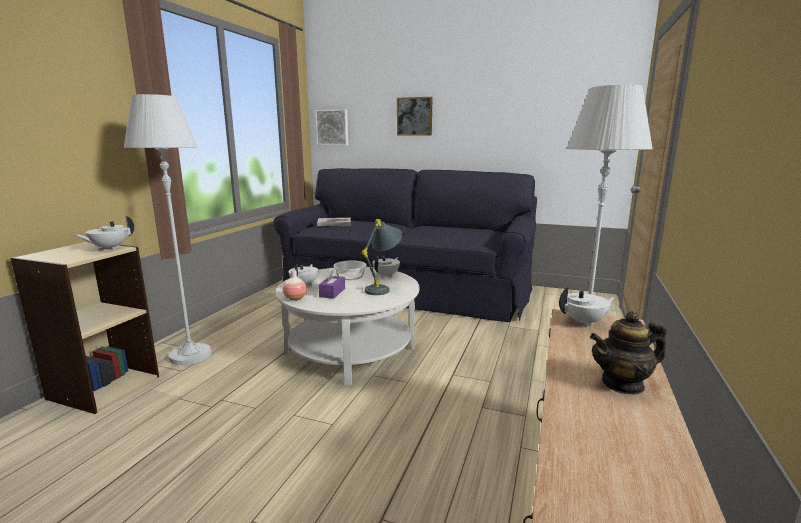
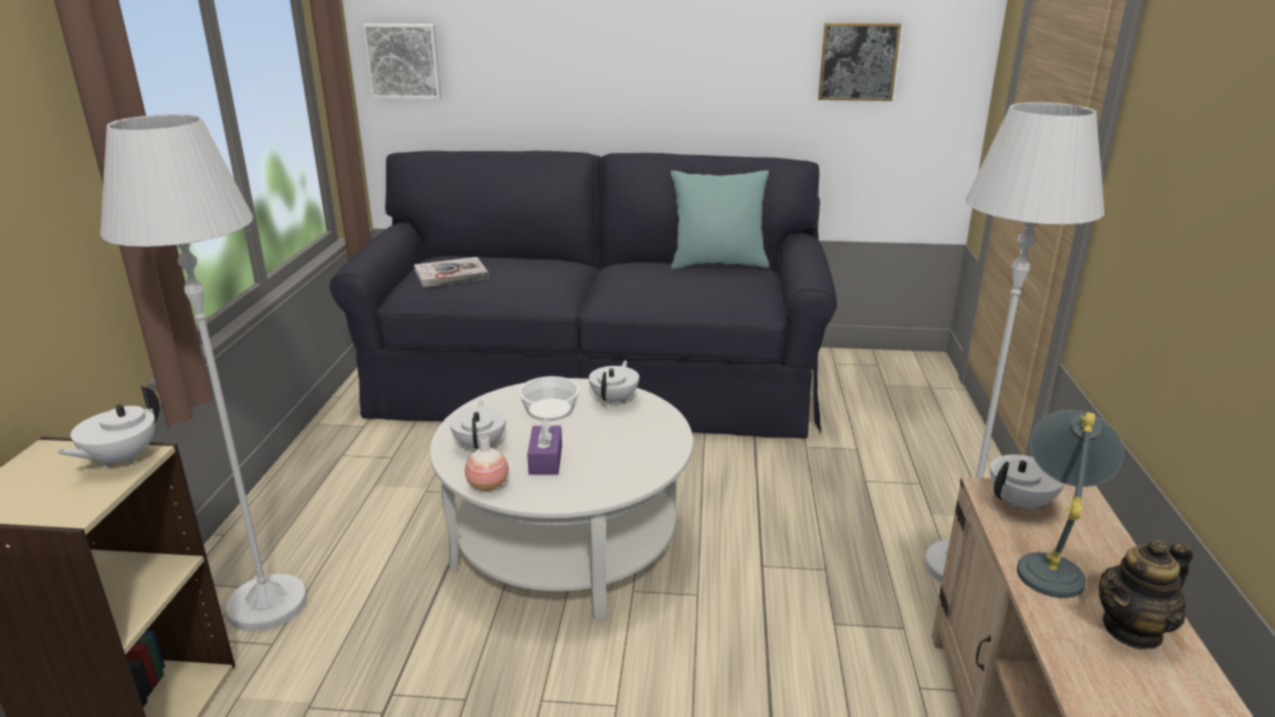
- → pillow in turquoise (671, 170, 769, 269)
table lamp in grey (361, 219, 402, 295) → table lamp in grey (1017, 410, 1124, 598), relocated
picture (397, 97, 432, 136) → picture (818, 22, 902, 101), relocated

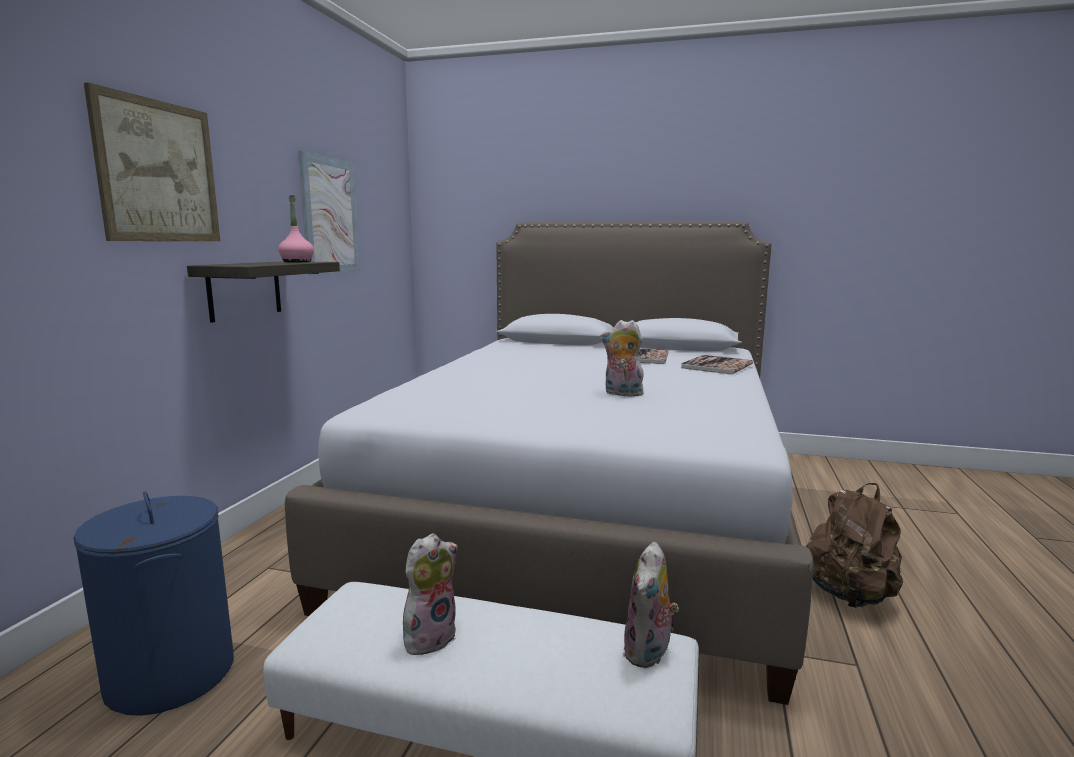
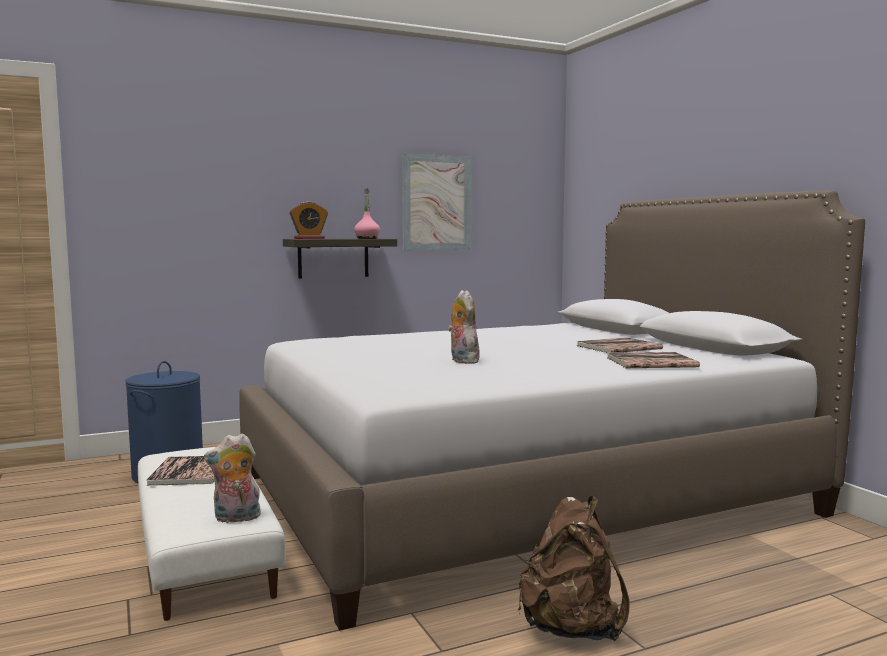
picture (84, 82, 220, 241) → -
- → alarm clock (289, 202, 328, 239)
plush toy (403, 533, 458, 655) → book (146, 456, 215, 486)

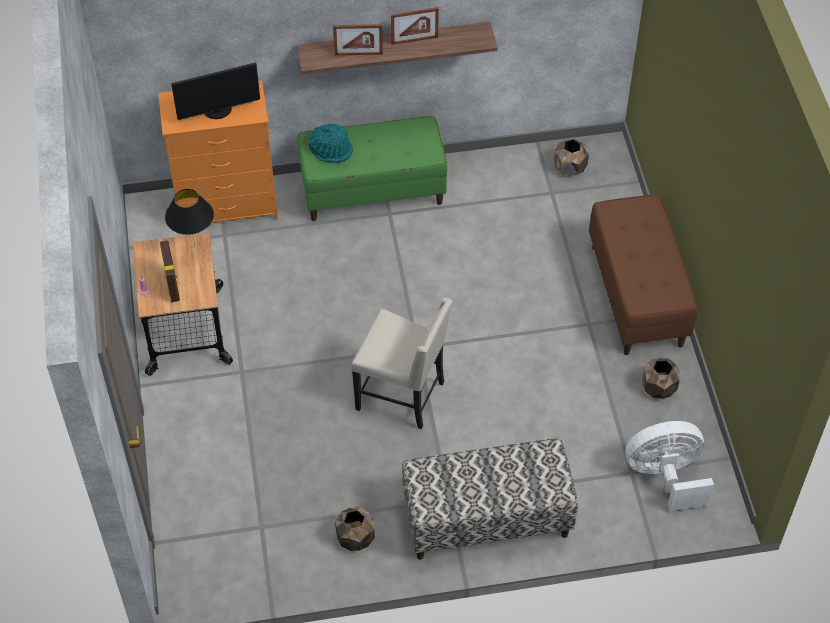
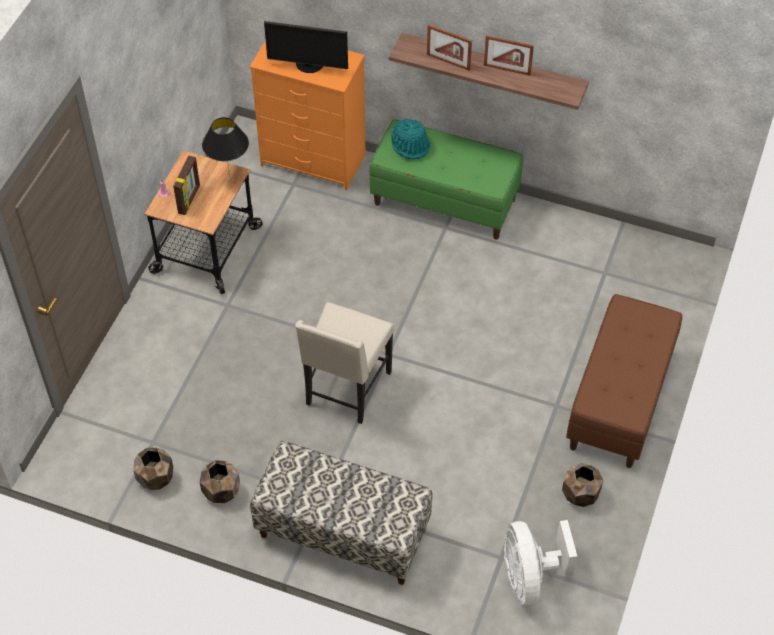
planter in brown (554, 139, 589, 176) → planter in brown (133, 448, 173, 490), relocated
chair in beige (351, 298, 452, 430) → chair in beige (295, 302, 394, 424), 60 degrees clockwise
fan in white (626, 421, 714, 511) → fan in white (504, 520, 577, 605), 120 degrees counterclockwise

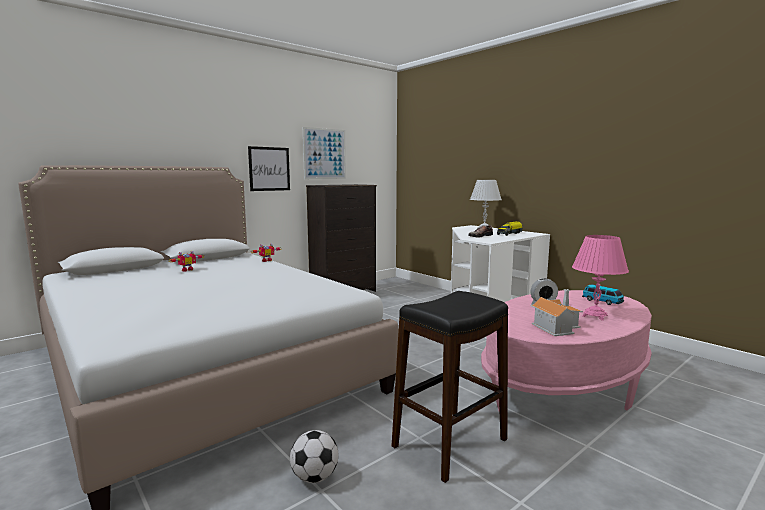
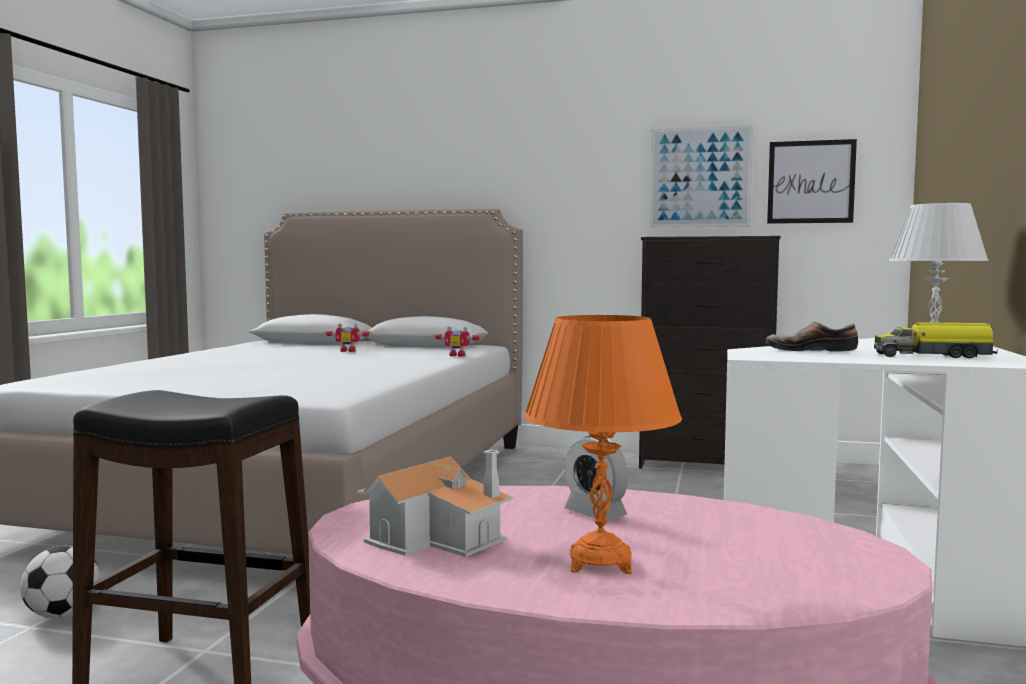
toy car (582, 284, 624, 305) → -
picture (248, 146, 290, 191) → picture (767, 139, 857, 224), relocated
table lamp in pink (572, 235, 629, 320) → table lamp in orange (524, 315, 682, 574)

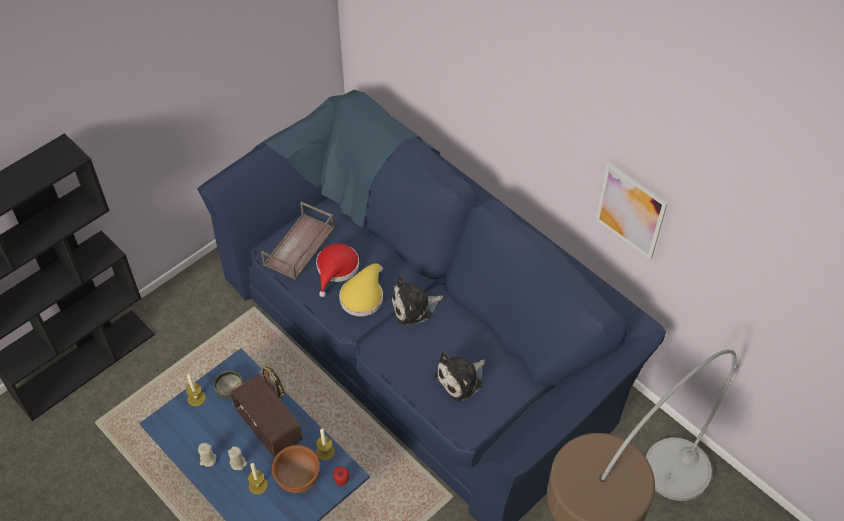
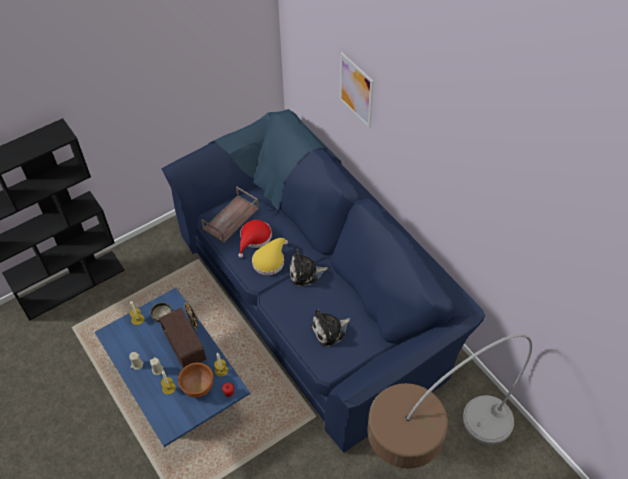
picture (596, 162, 668, 260) → picture (340, 52, 373, 128), relocated

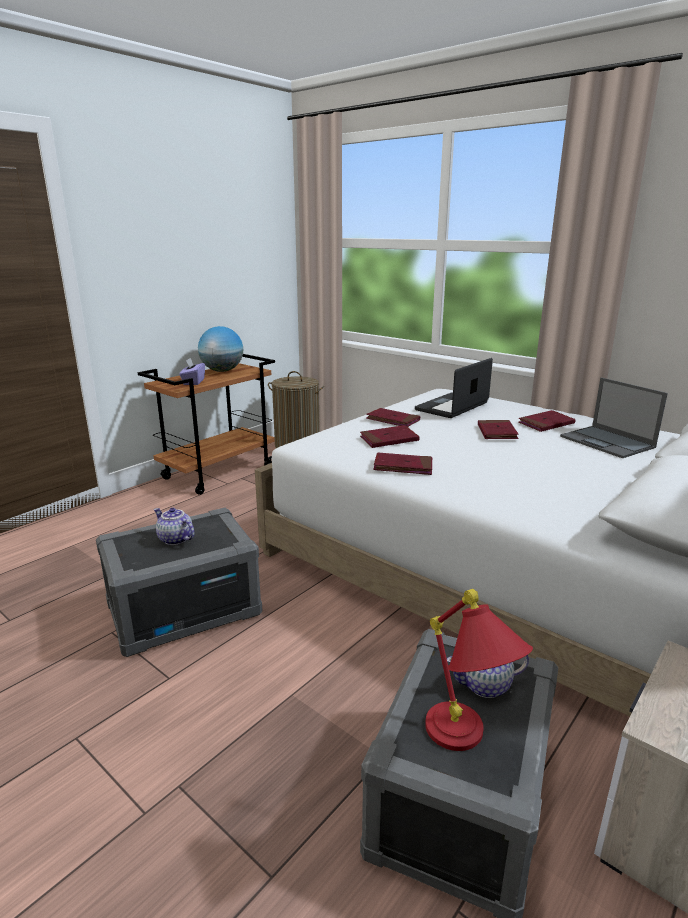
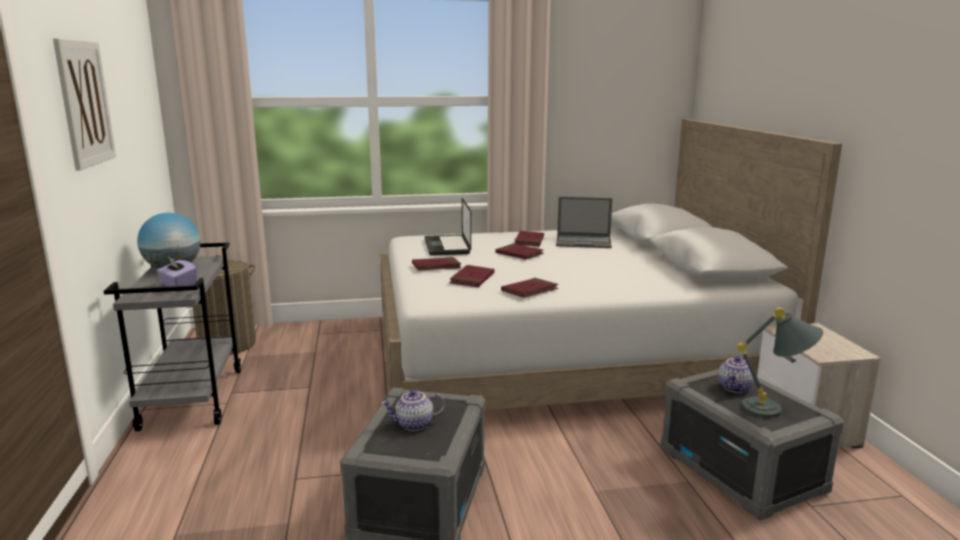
- → picture (53, 38, 116, 170)
cart in brown (138, 354, 275, 495) → cart in grey (104, 242, 241, 431)
table lamp in red (425, 589, 533, 751) → table lamp in grey (737, 307, 823, 418)

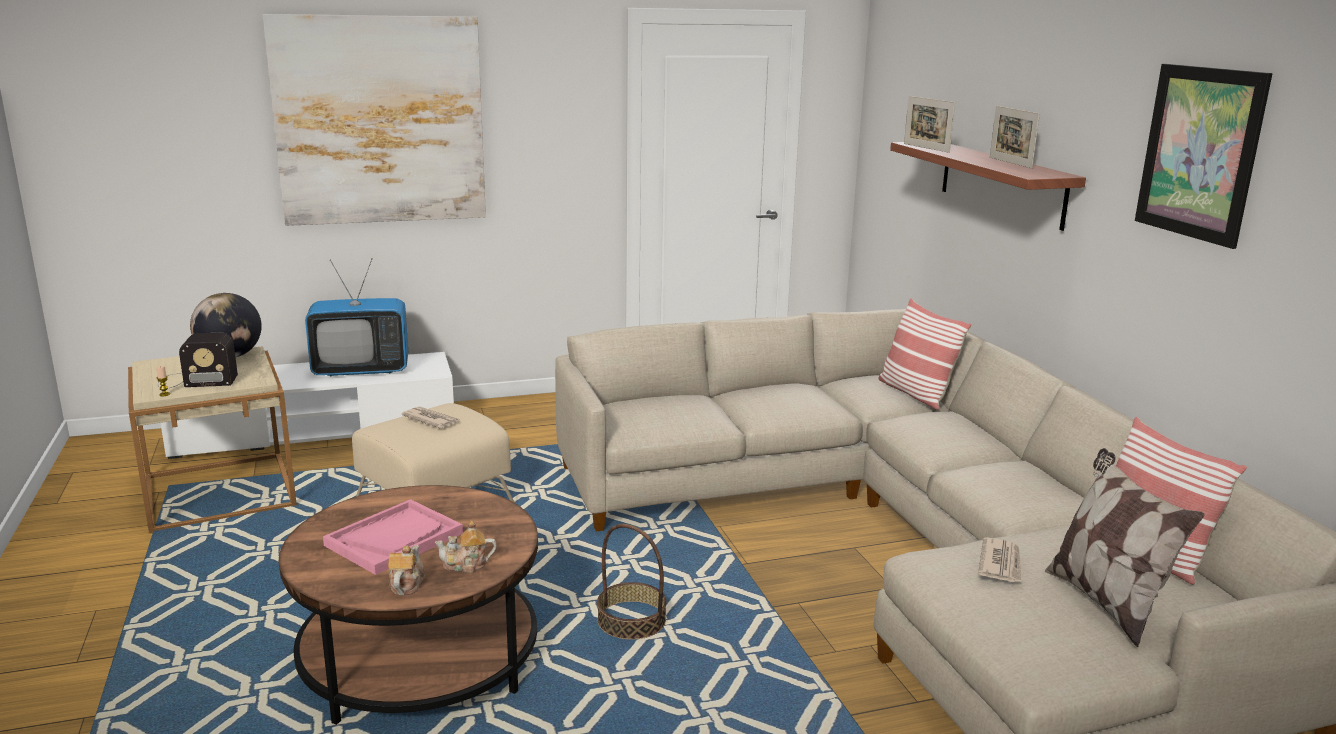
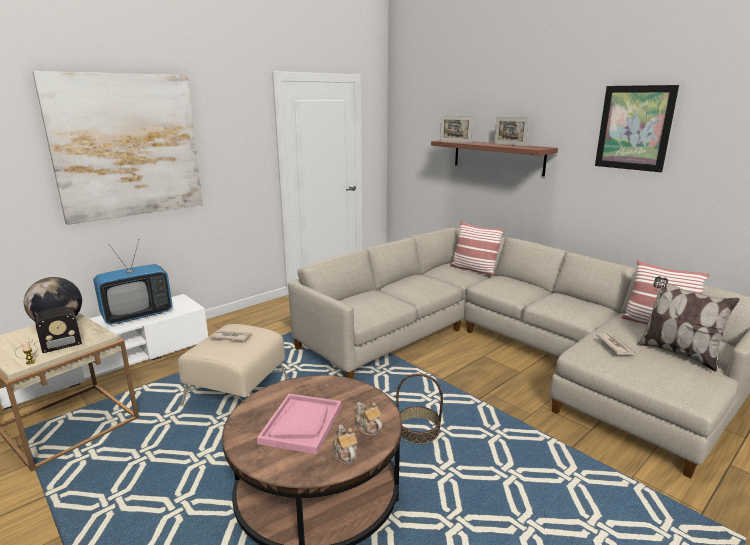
teapot (435, 520, 497, 573) → teapot (355, 402, 382, 436), 90 degrees clockwise

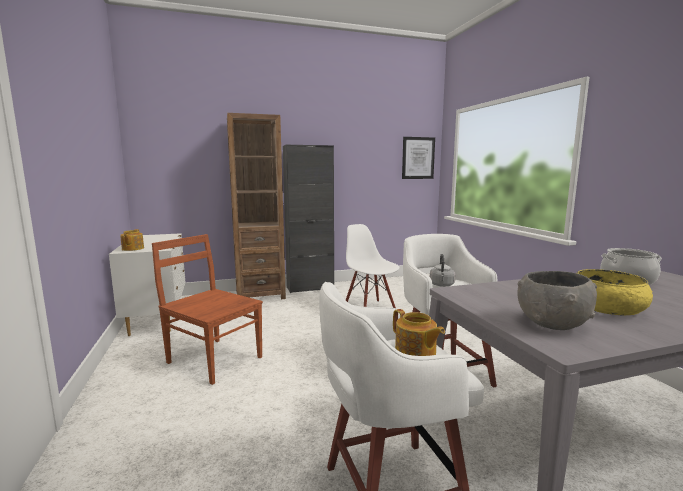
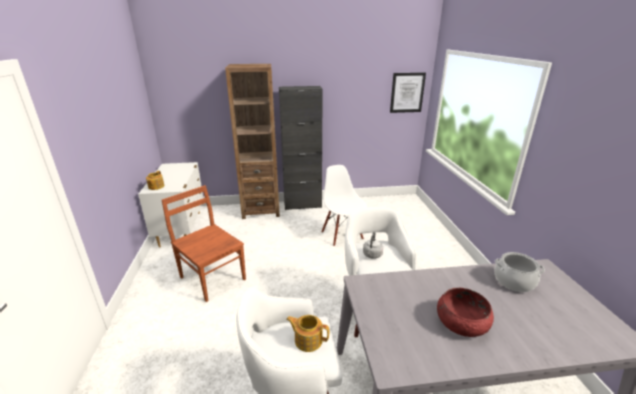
bowl in grey (517, 271, 597, 330) → -
bowl in yellow (577, 269, 653, 315) → bowl in red (437, 288, 494, 337)
teapot (393, 309, 445, 356) → teapot (286, 315, 329, 352), 135 degrees clockwise

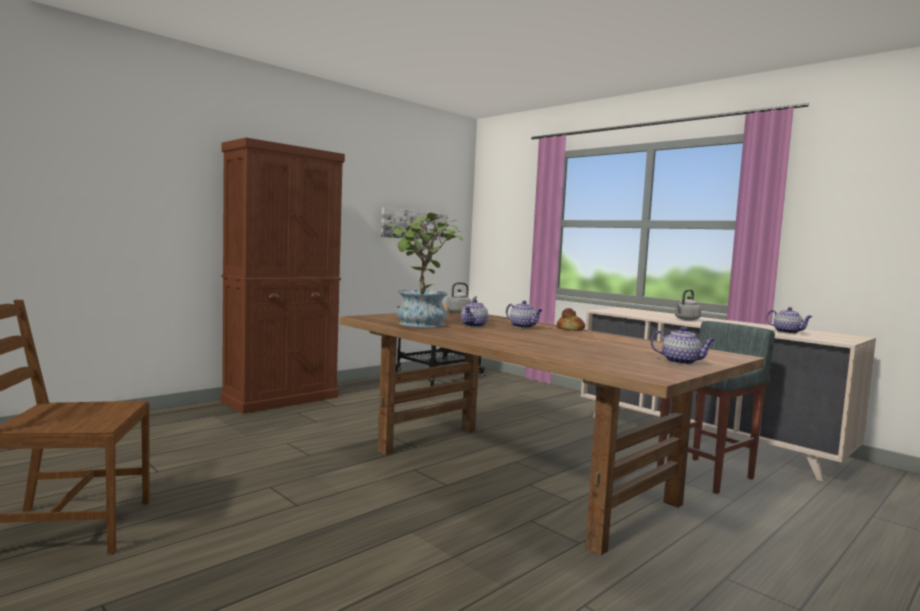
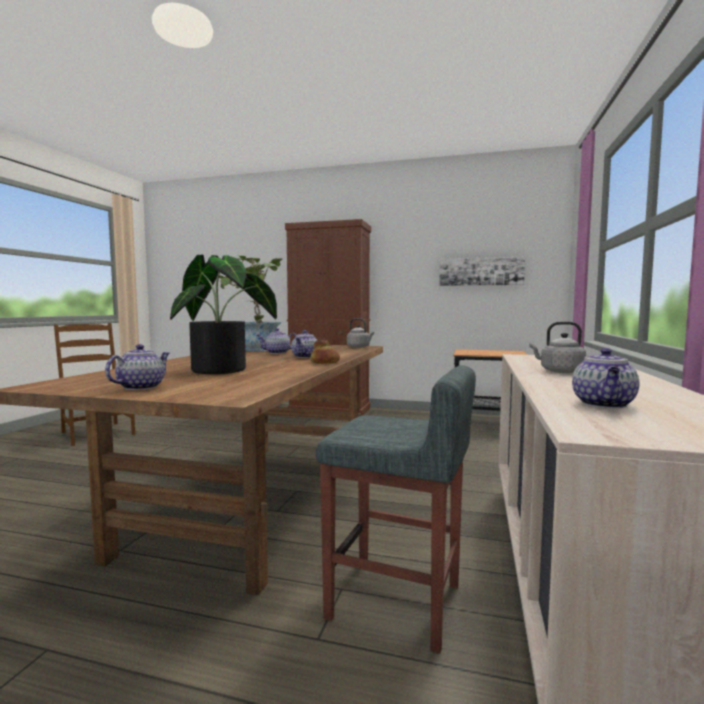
- → potted plant (170, 255, 277, 374)
teapot (651, 327, 716, 365) → teapot (105, 344, 170, 390), 150 degrees counterclockwise

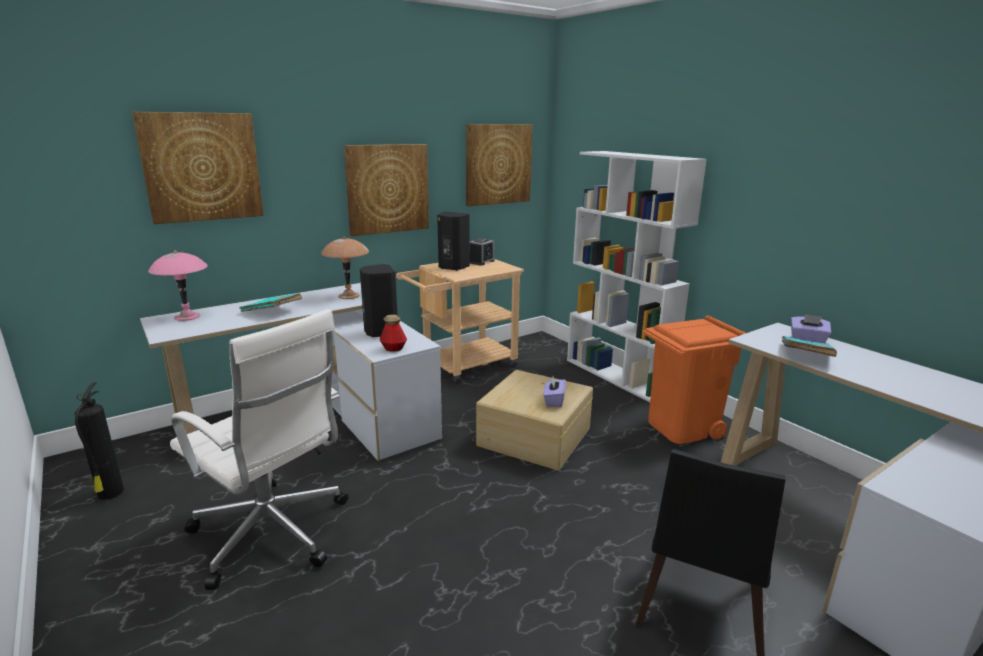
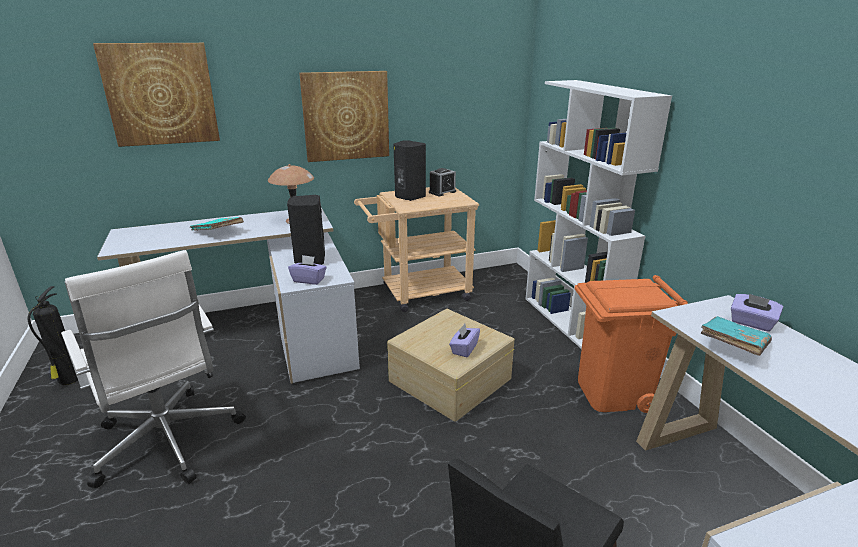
table lamp in pink (148, 251, 208, 321) → -
picture (466, 124, 533, 206) → -
bottle (380, 314, 407, 352) → tissue box in purple (288, 255, 327, 285)

